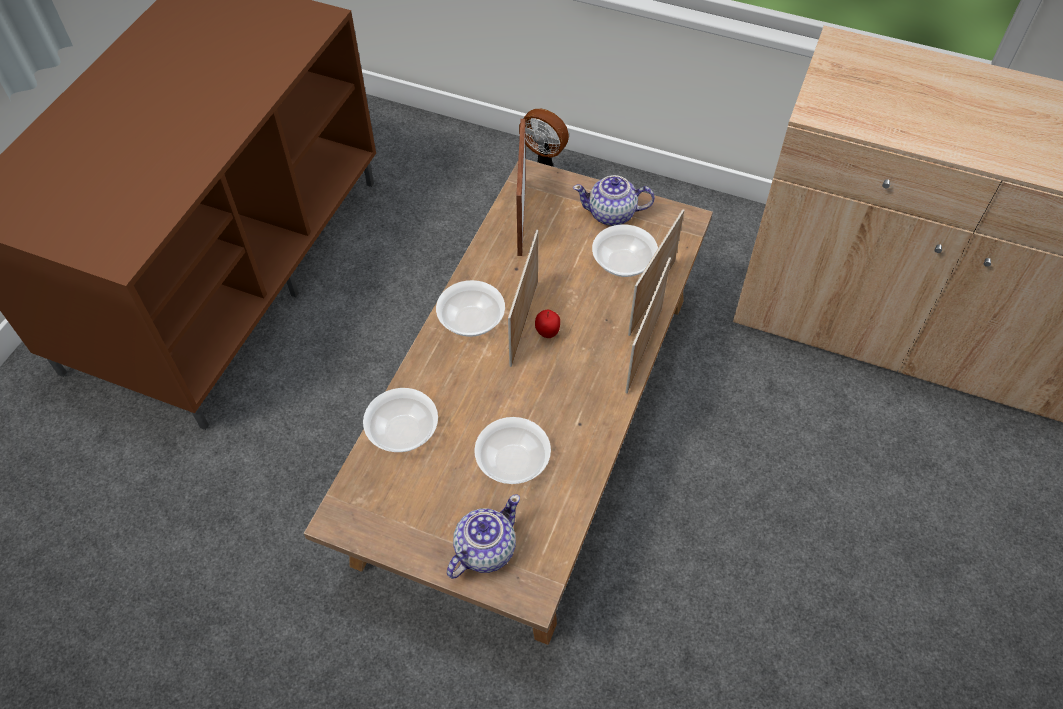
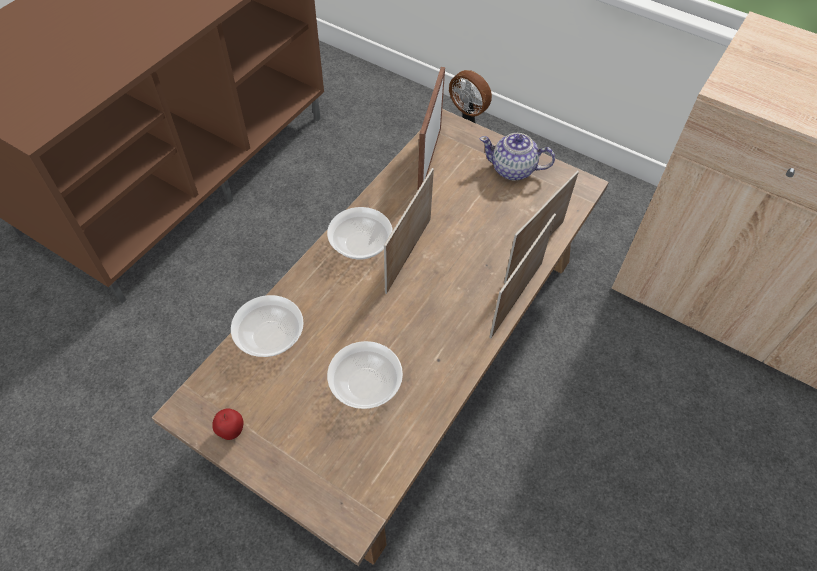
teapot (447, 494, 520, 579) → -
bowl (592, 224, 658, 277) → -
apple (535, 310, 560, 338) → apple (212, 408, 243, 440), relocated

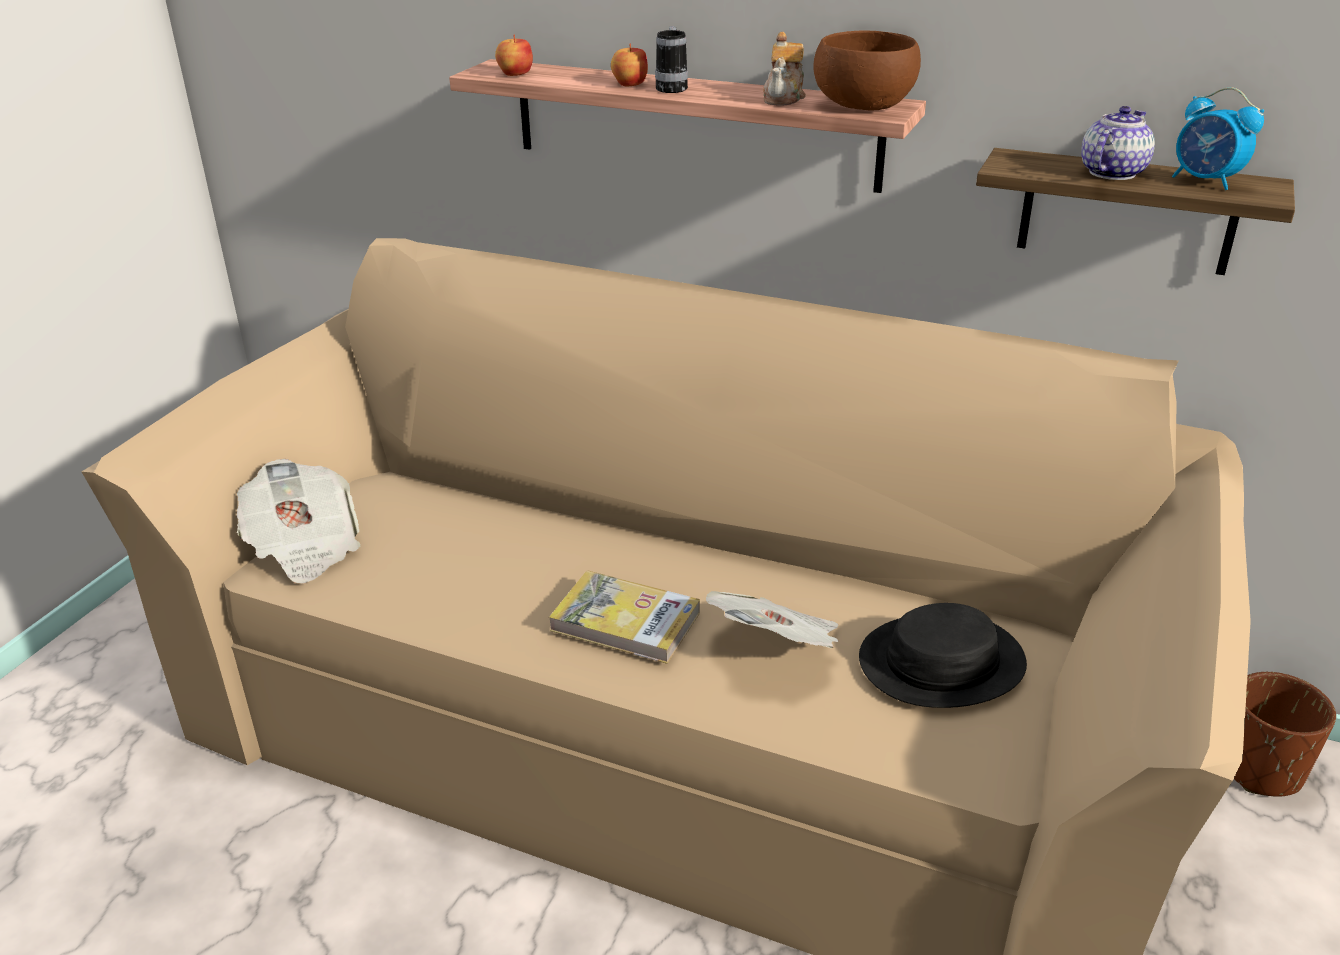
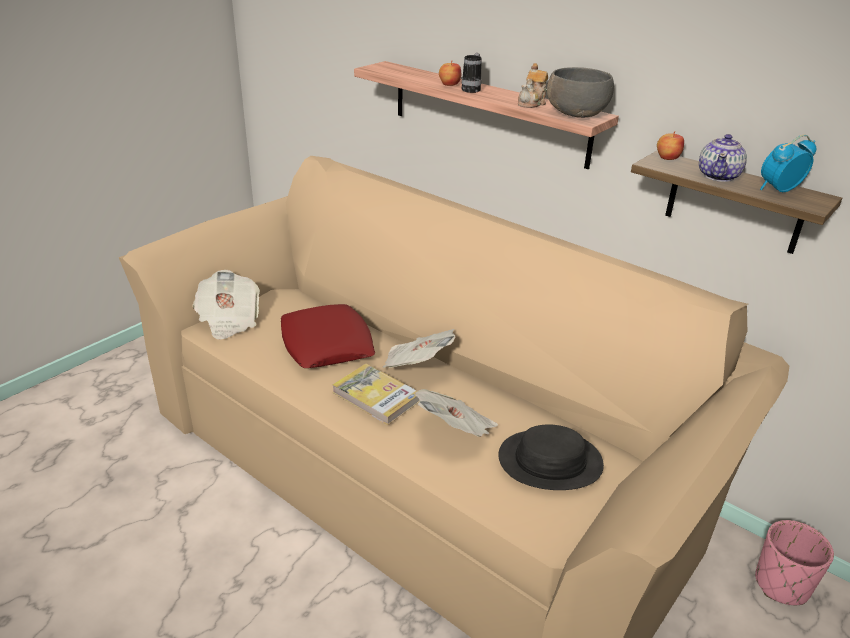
- → pillow in red (281, 304, 375, 368)
- → newspaper (383, 329, 455, 368)
apple (495, 34, 533, 76) → apple (657, 131, 684, 160), relocated
bowl in brown (813, 31, 921, 110) → bowl in grey (547, 67, 614, 118)
planter in brown (1234, 672, 1336, 797) → planter in pink (755, 520, 834, 605)
teapot (1081, 106, 1155, 180) → teapot (699, 134, 747, 182), 150 degrees clockwise
alarm clock (1172, 87, 1264, 190) → alarm clock (760, 134, 816, 192), 90 degrees clockwise

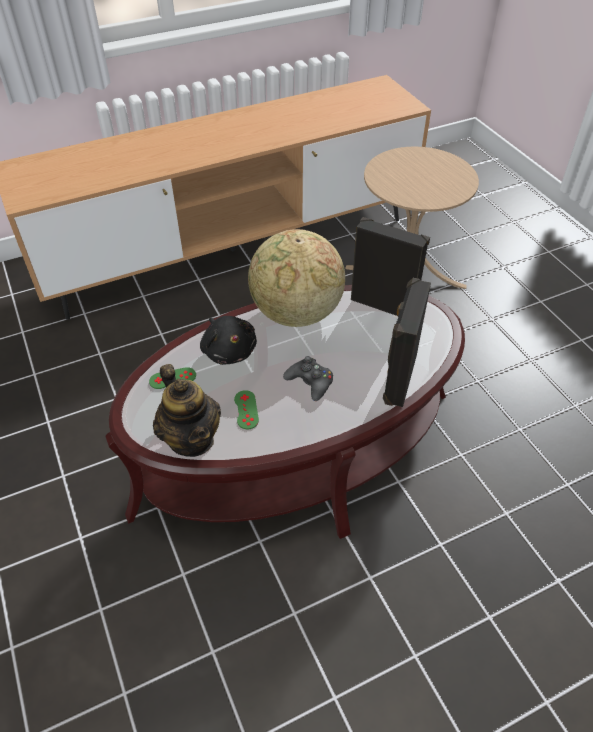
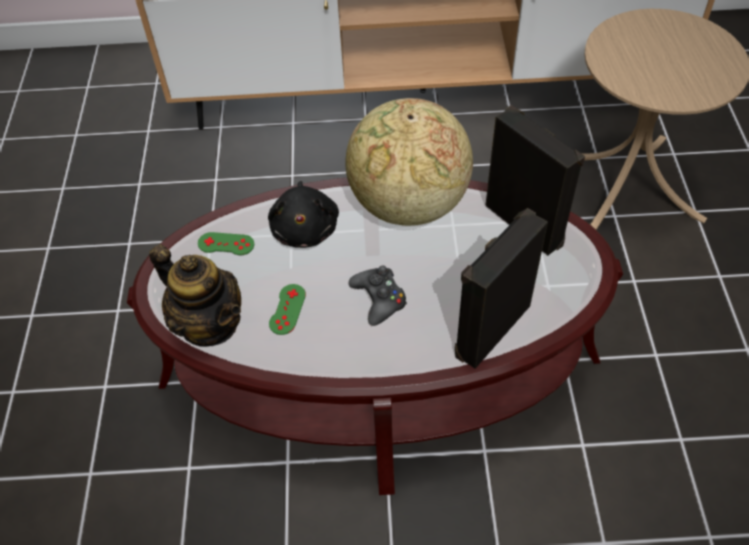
teapot (153, 364, 221, 457) → teapot (149, 244, 241, 347), 45 degrees counterclockwise

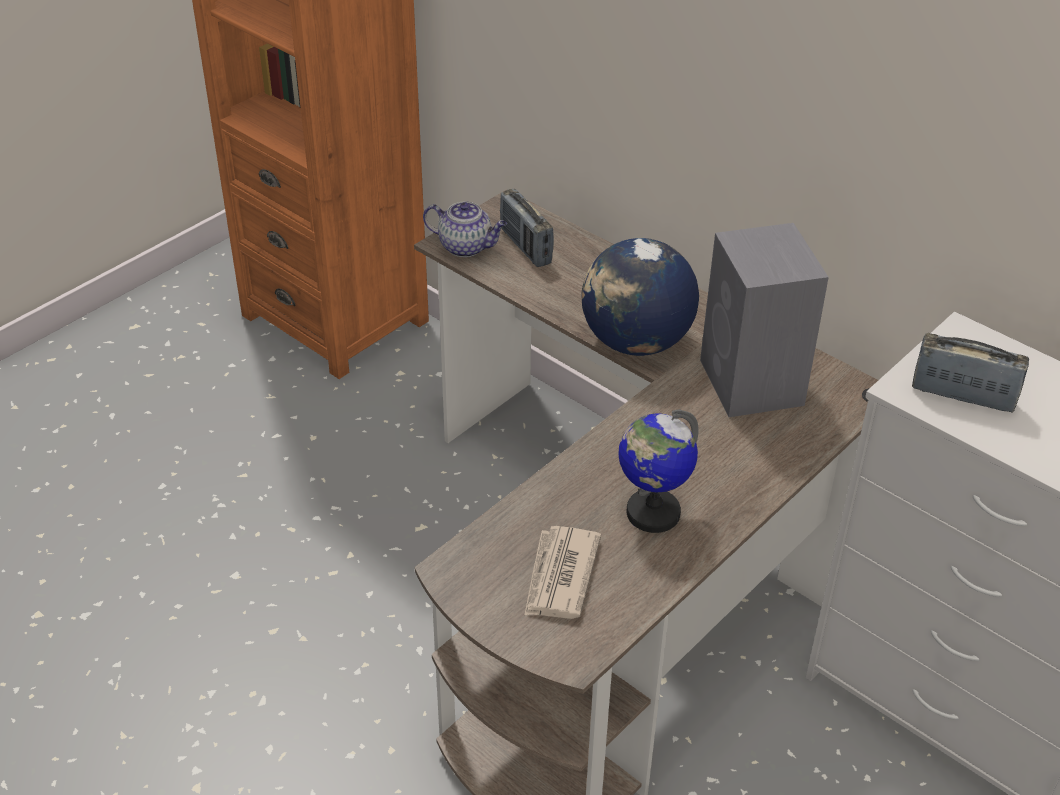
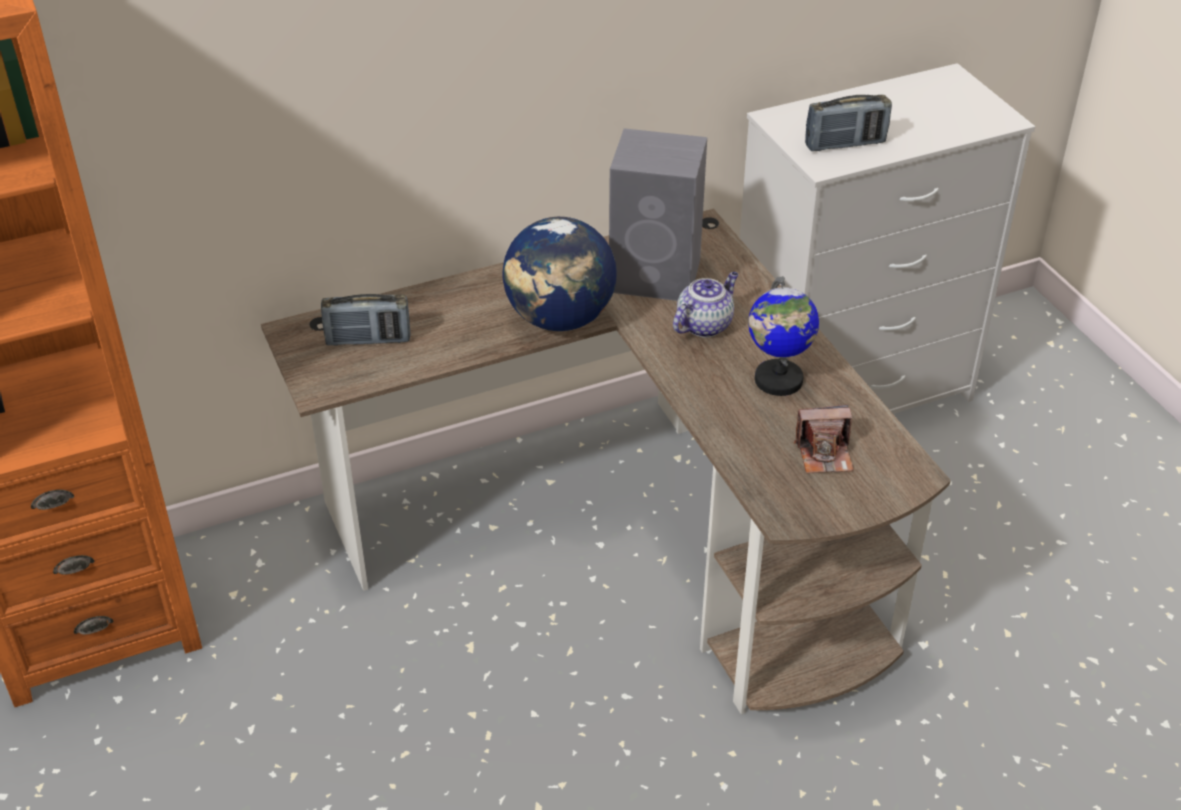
teapot (423, 202, 507, 257) → teapot (673, 272, 738, 338), relocated
newspaper (524, 526, 601, 619) → photo camera (794, 405, 854, 473)
radio (912, 333, 1029, 413) → radio (805, 95, 892, 151), 150 degrees counterclockwise

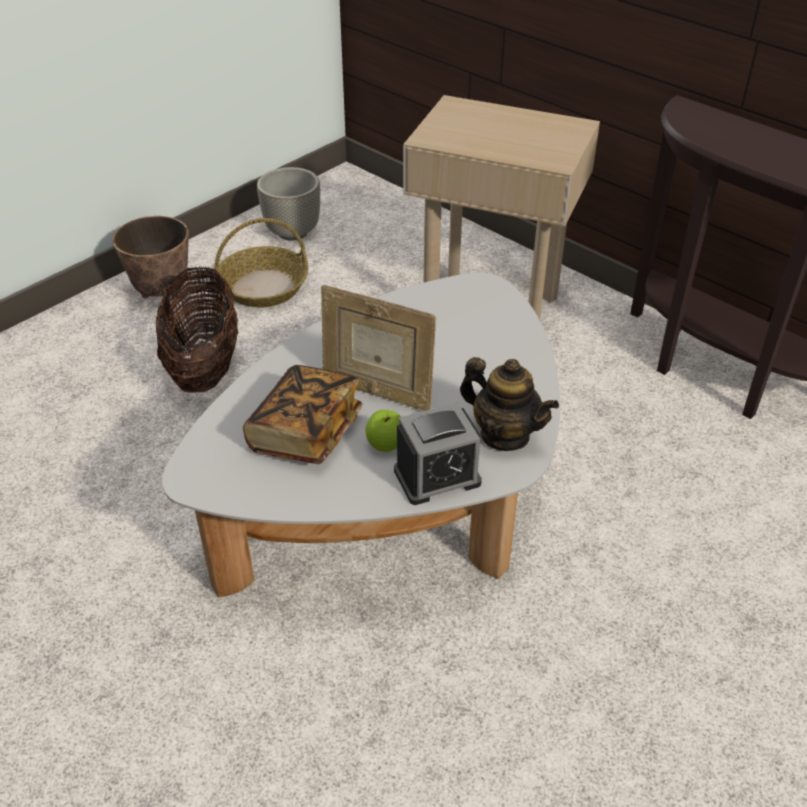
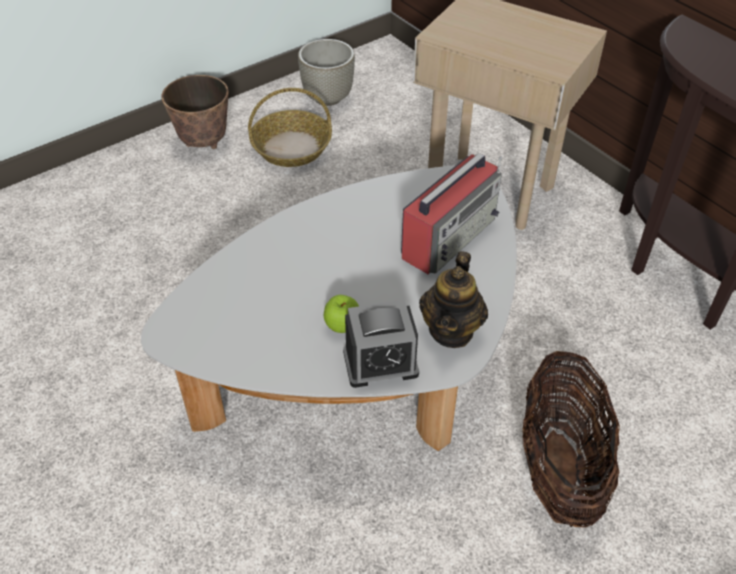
book (243, 365, 362, 464) → -
picture frame (321, 285, 436, 411) → -
- → radio (401, 153, 502, 274)
basket (156, 266, 238, 392) → basket (522, 351, 620, 527), relocated
teapot (460, 357, 559, 451) → teapot (419, 251, 488, 348), 60 degrees clockwise

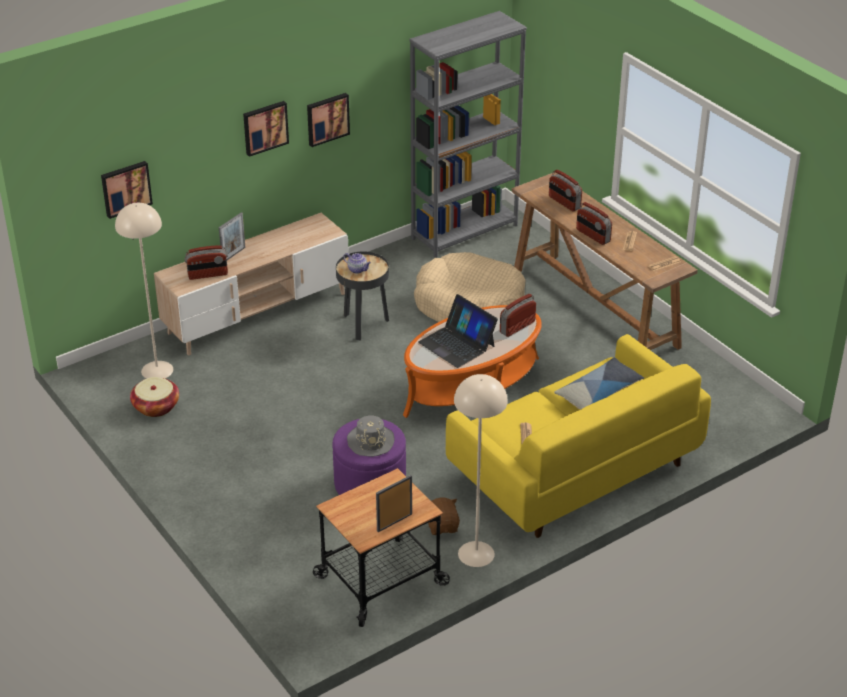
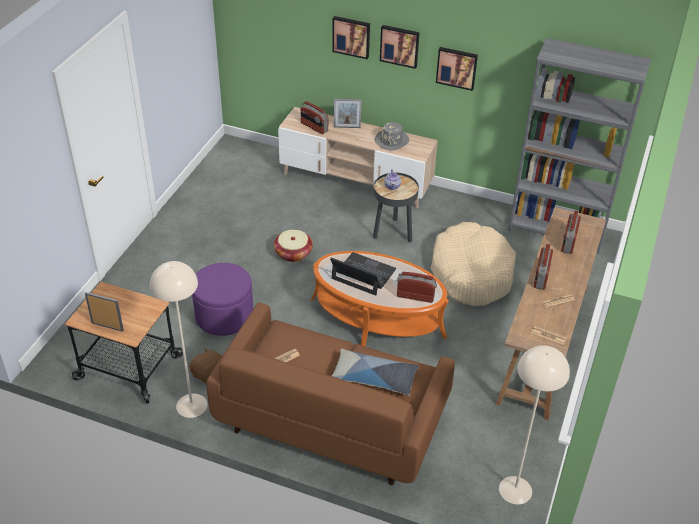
picture (101, 161, 153, 219) → picture (332, 16, 370, 59), relocated
floor lamp in beige (115, 203, 173, 379) → floor lamp in beige (499, 345, 570, 504), relocated
basket (130, 377, 179, 417) → basket (274, 230, 313, 262), relocated
hat in grey (347, 415, 394, 457) → hat in grey (375, 122, 409, 151), relocated
sofa in yellow (446, 334, 711, 538) → sofa in brown (206, 302, 455, 485)
laptop (418, 294, 498, 368) → laptop (330, 252, 396, 296), 105 degrees clockwise

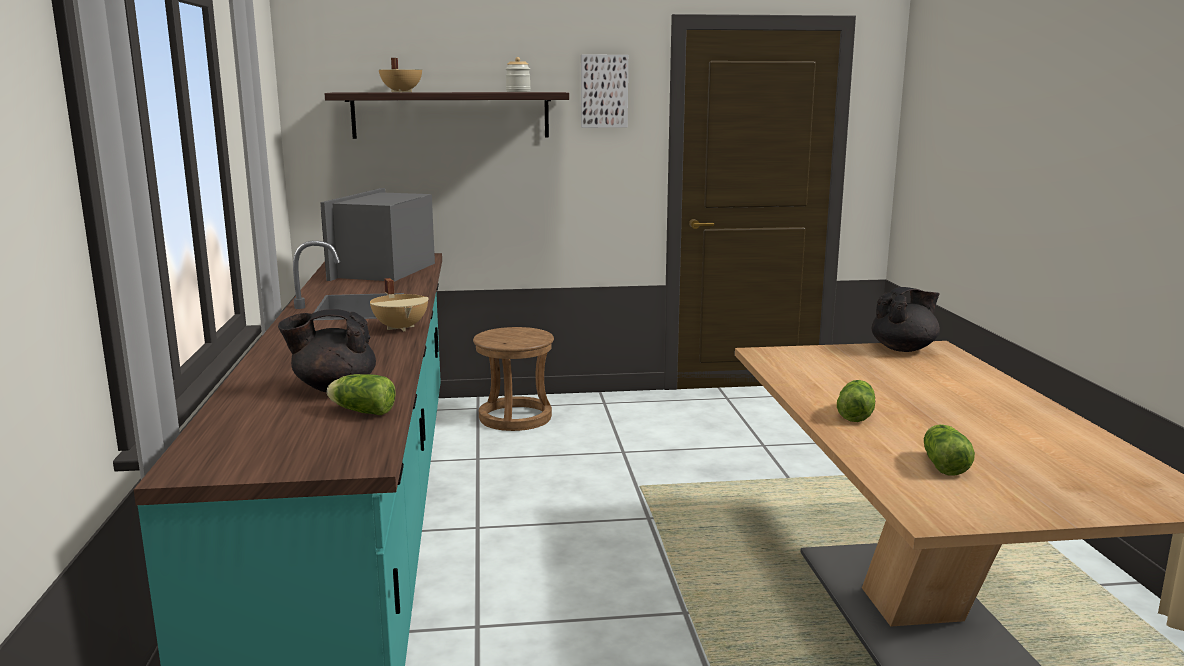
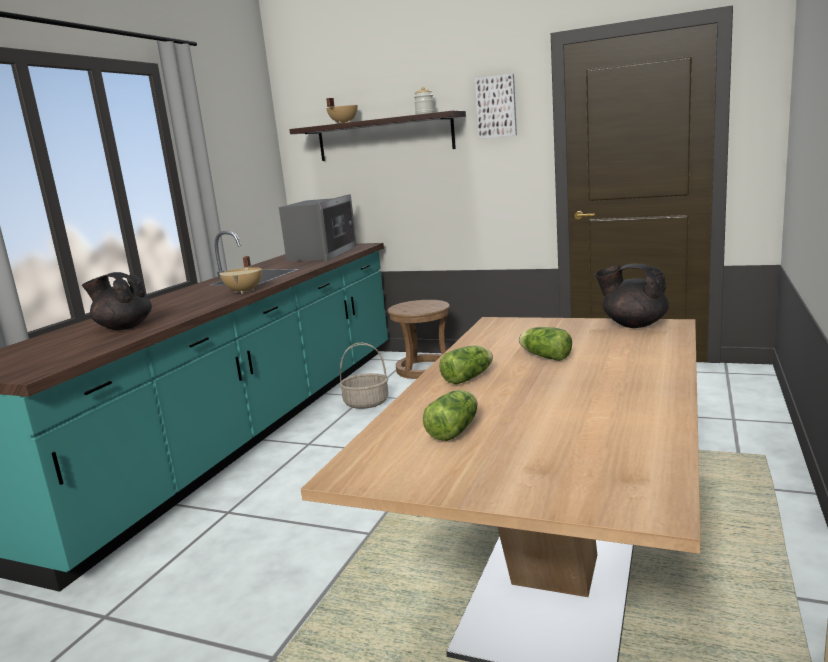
- → basket (339, 343, 388, 409)
lettuce (327, 374, 396, 415) → lettuce (519, 327, 572, 361), relocated
microwave (320, 188, 435, 282) → microwave (279, 194, 357, 262), 150 degrees clockwise
teapot in black (872, 287, 940, 352) → teapot in black (595, 264, 669, 328), 150 degrees counterclockwise

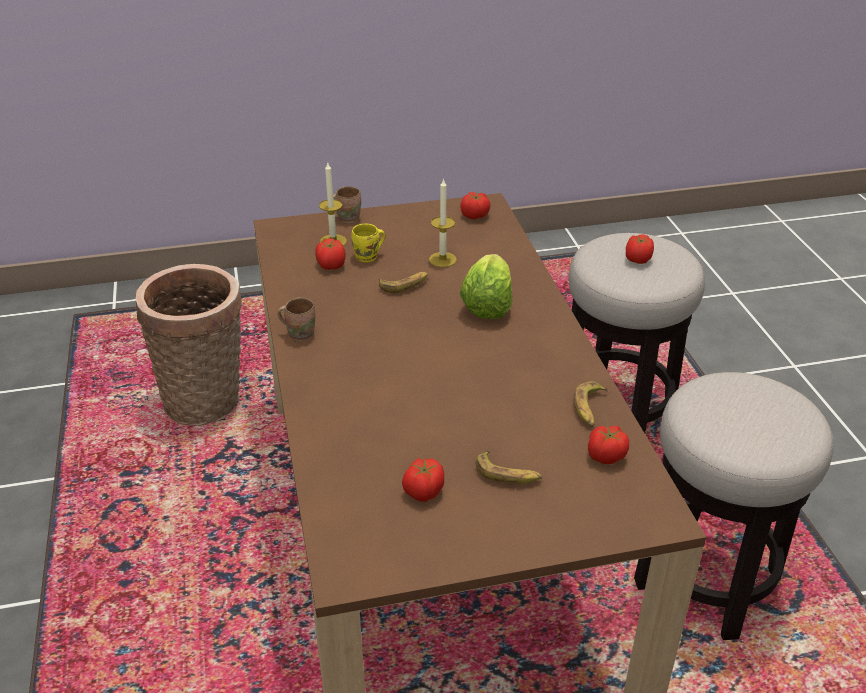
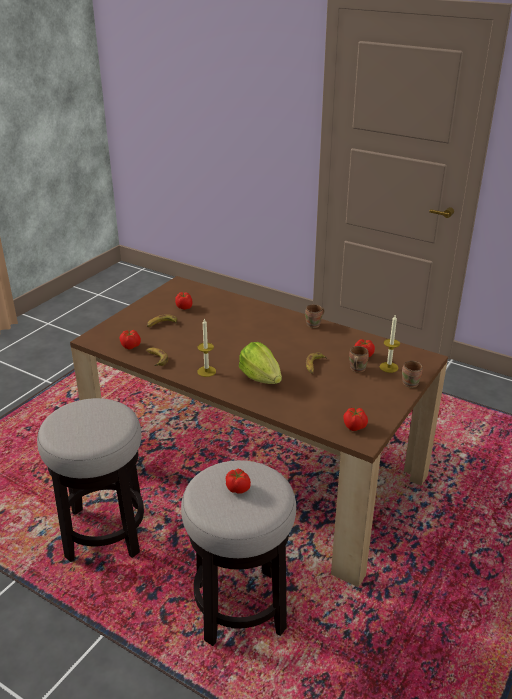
basket (136, 264, 243, 426) → -
candle (429, 178, 457, 267) → candle (197, 318, 216, 377), relocated
mug in yellow (351, 224, 385, 263) → mug in brown (349, 346, 369, 373)

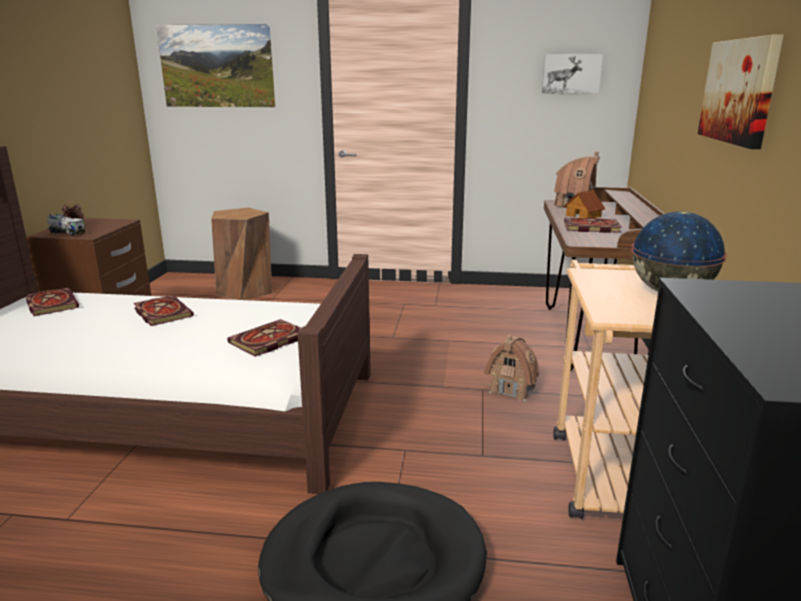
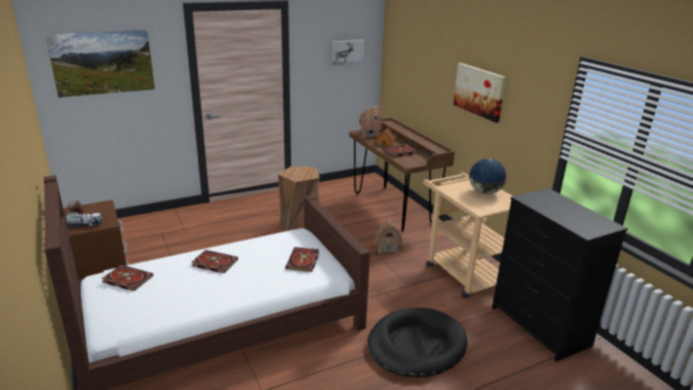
stool in brown (211, 208, 272, 300) → stool in brown (278, 166, 320, 231), relocated

